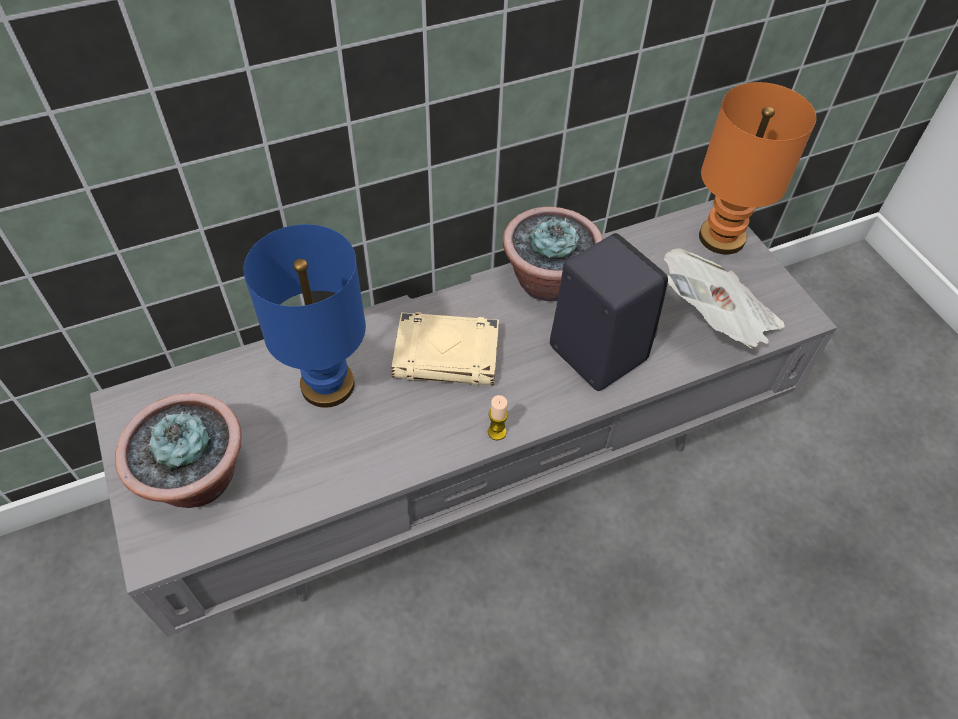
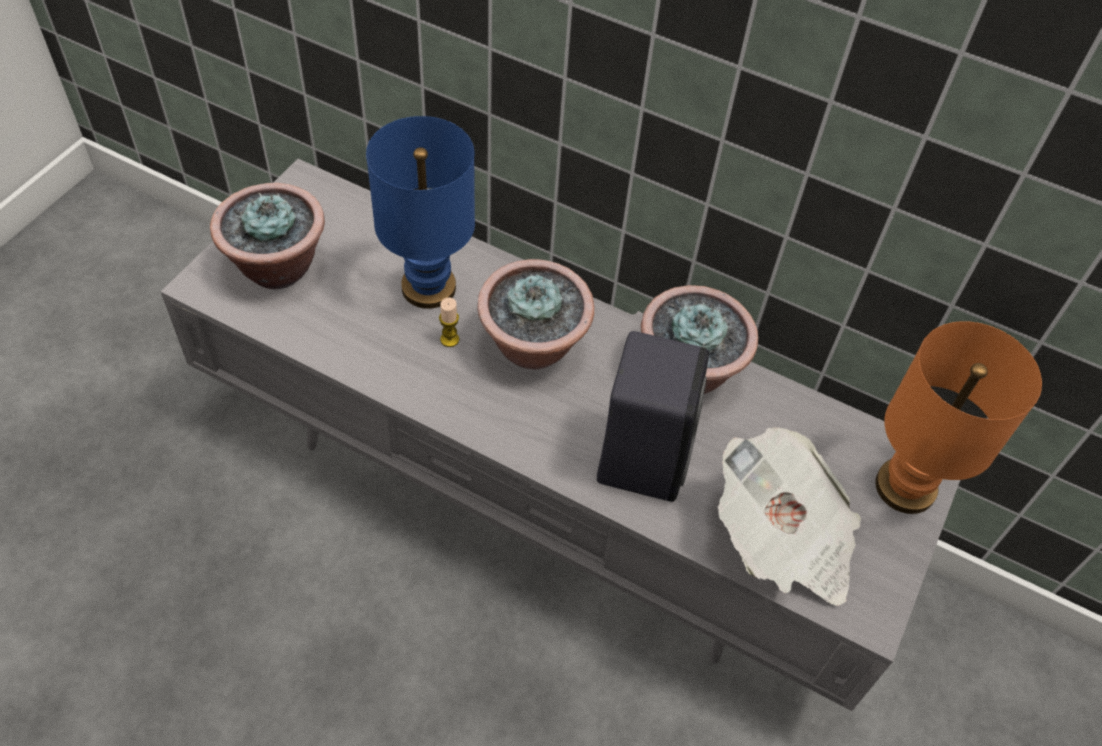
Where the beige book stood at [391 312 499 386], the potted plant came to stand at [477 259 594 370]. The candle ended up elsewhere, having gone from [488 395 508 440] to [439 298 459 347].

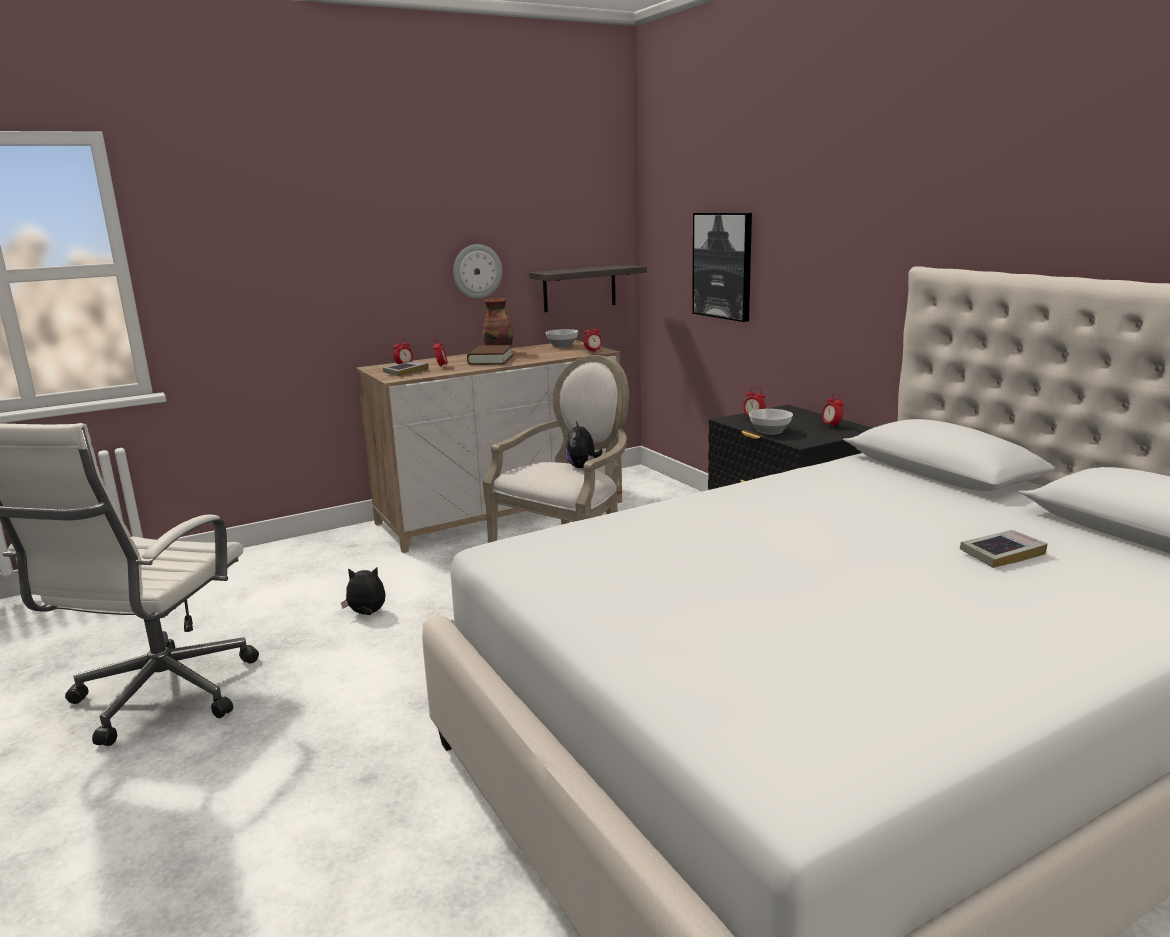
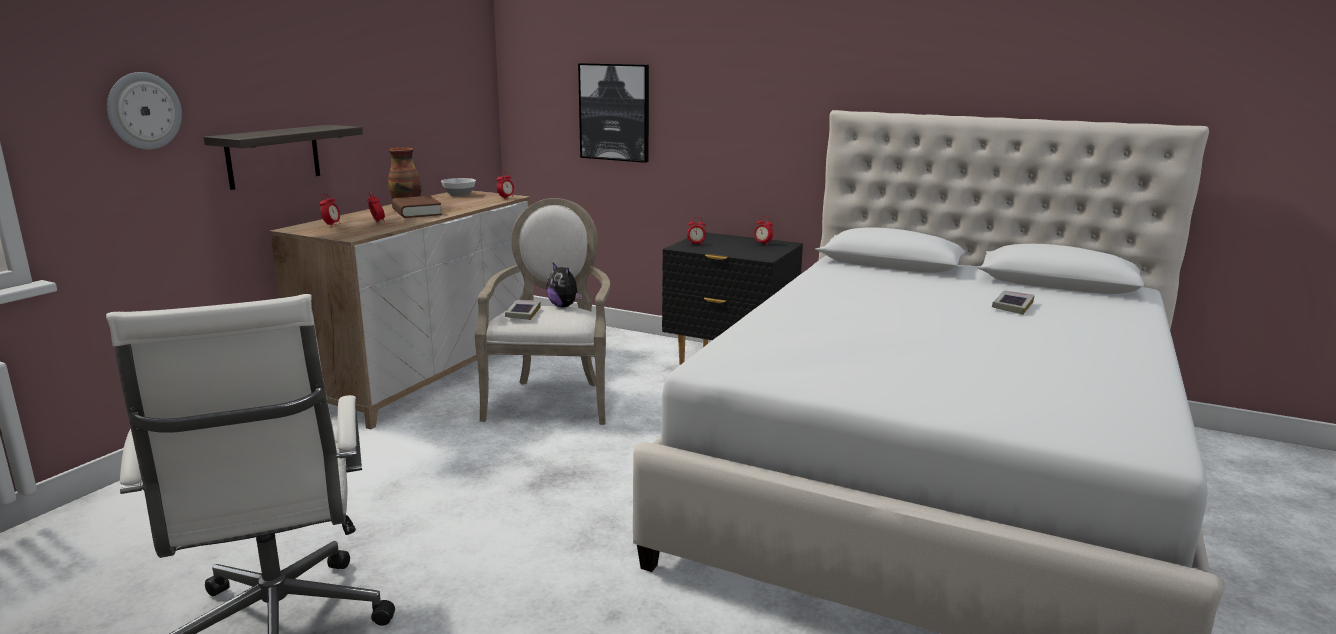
The second view lost the plush toy at [341 567 386 615]. The book ended up elsewhere, having gone from [383 361 429 377] to [505 300 541 320]. The wall clock ended up elsewhere, having gone from [453 244 502 298] to [107 72 182 150]. The shelf ended up elsewhere, having gone from [529 265 647 312] to [204 125 363 190]. The second view lost the bowl at [749 409 793 435].

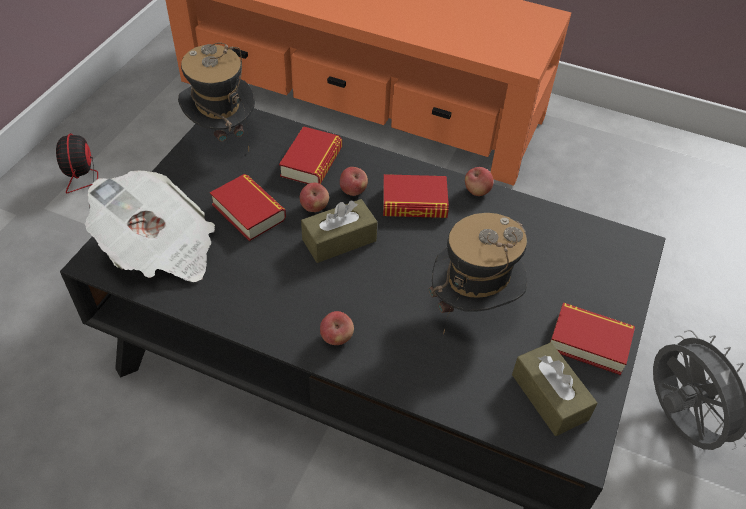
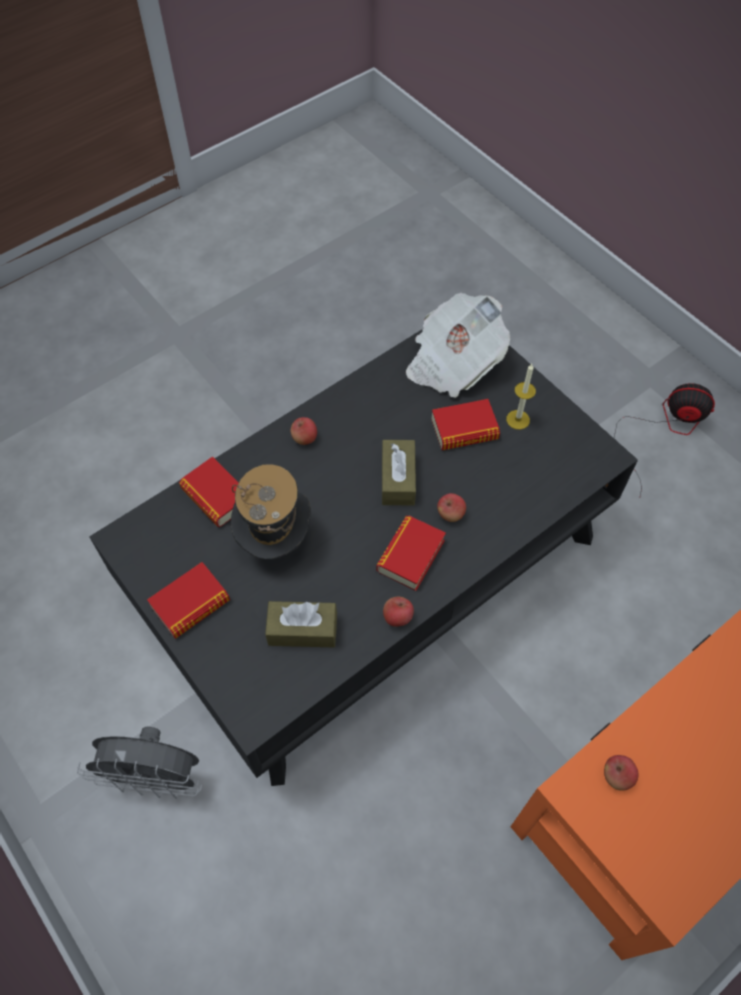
The second view lost the hat at [178 43 255 151]. The book ended up elsewhere, having gone from [279 126 342 184] to [179 456 238 527]. The apple ended up elsewhere, having gone from [300 183 329 212] to [604 755 638 791]. The brown tissue box ended up elsewhere, having gone from [512 342 597 436] to [265 601 337 647]. The second view gained the candle at [506 364 536 430].

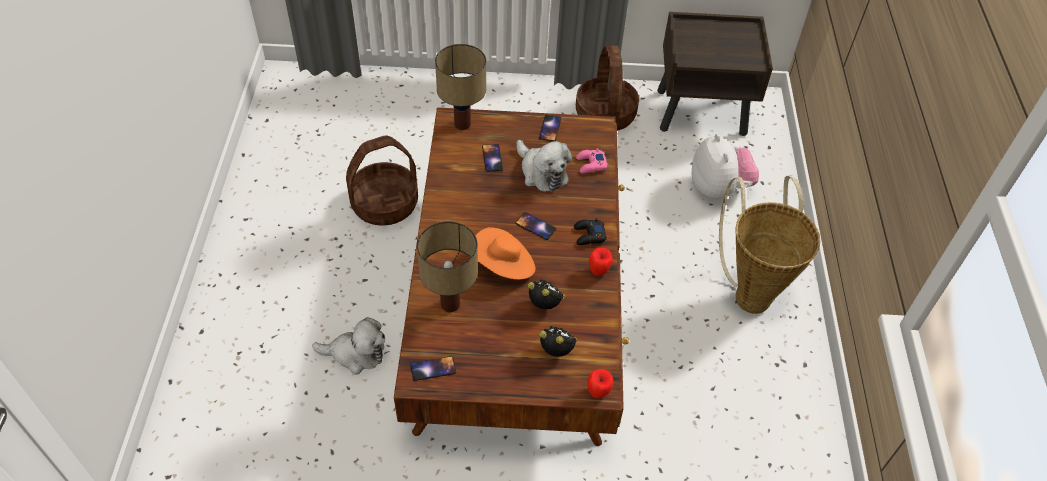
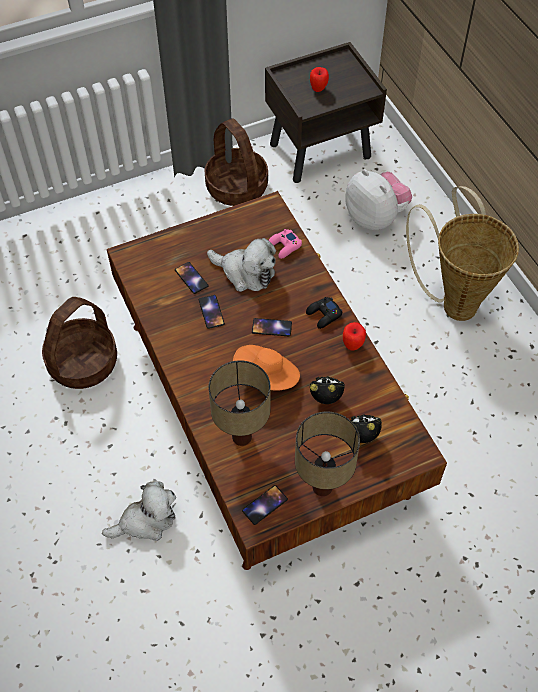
The table lamp ended up elsewhere, having gone from [435 44 486 130] to [295 412 360 496]. The phone ended up elsewhere, having gone from [539 115 561 142] to [198 295 225 329]. The apple ended up elsewhere, having gone from [587 369 614 399] to [310 67 329 92].

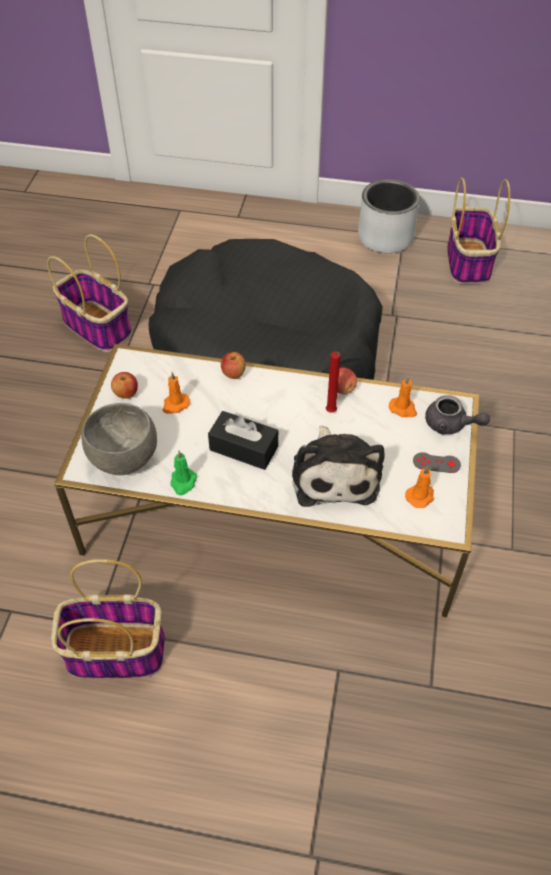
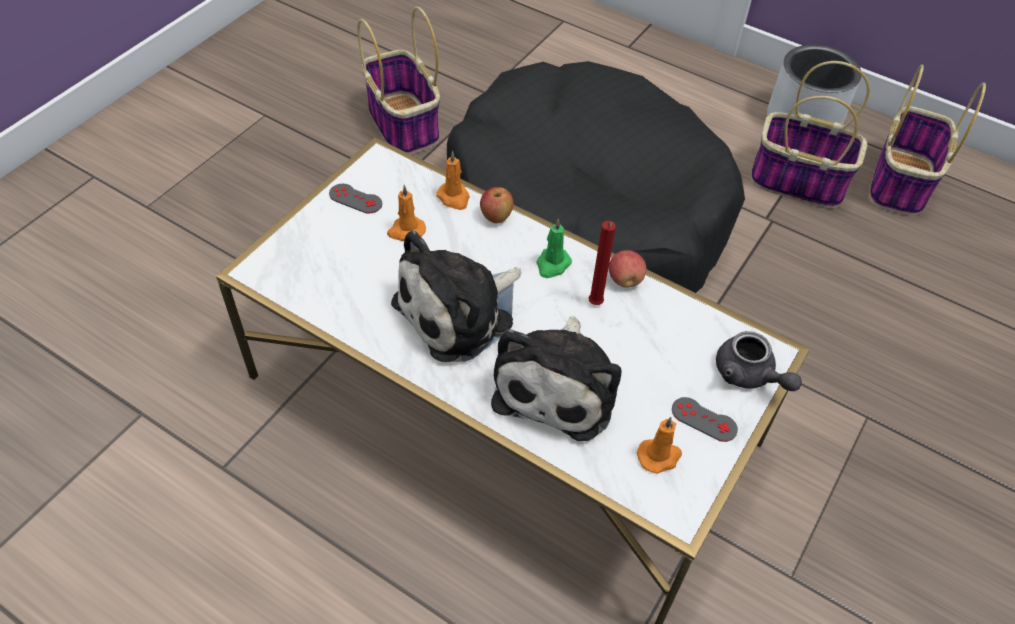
The basket ended up elsewhere, having gone from [51 559 165 679] to [751 61 870 208]. The second view lost the grey bowl at [81 403 157 475]. Where the apple stood at [111 372 138 399], the grey game controller came to stand at [329 184 382 213]. The green candle ended up elsewhere, having gone from [170 451 197 495] to [536 219 572 278]. Where the black tissue box stood at [208 411 278 470], the plush toy came to stand at [391 230 521 362]. The orange candle ended up elsewhere, having gone from [389 376 417 417] to [436 151 470 210].

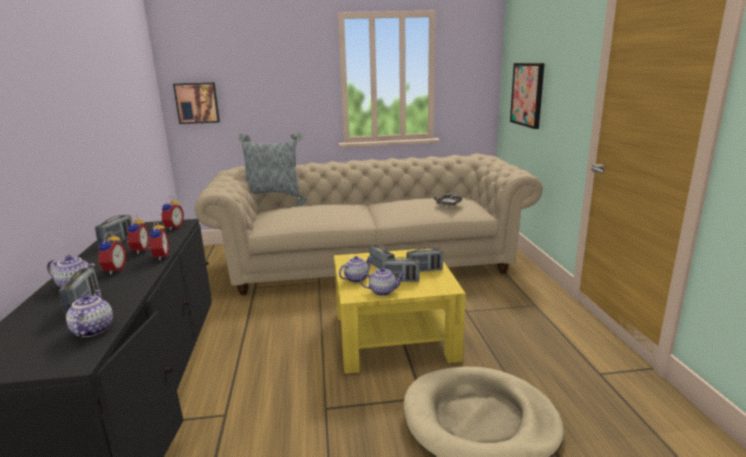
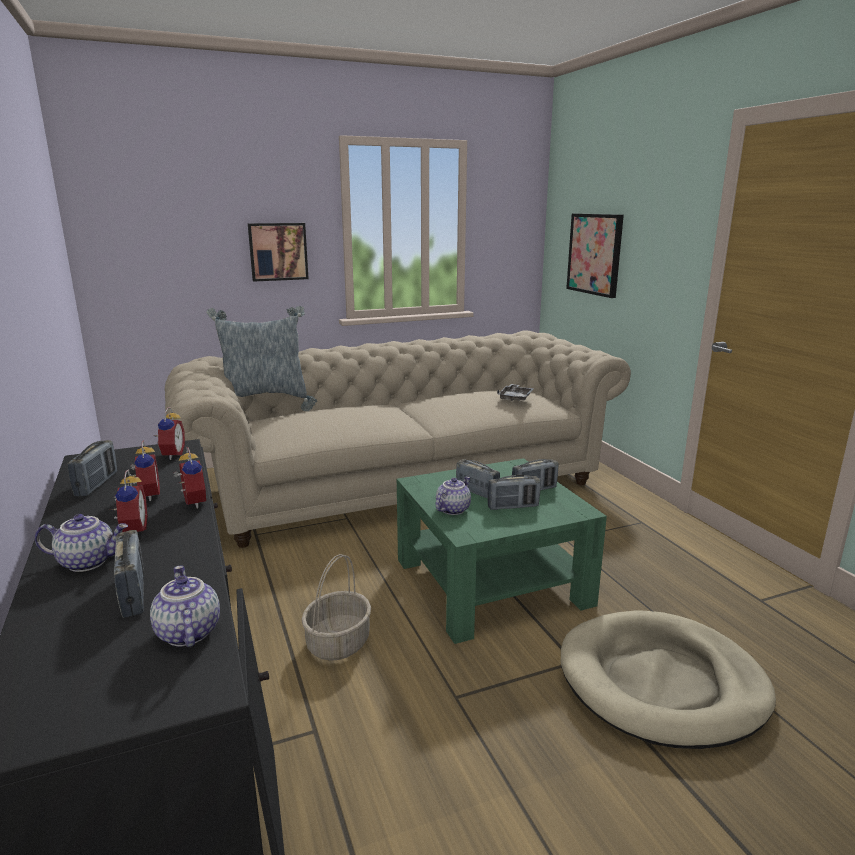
The picture ended up elsewhere, having gone from [173 82 220 124] to [248 223 309 281]. What was the yellow coffee table at [334 249 466 374] turned into the green coffee table at [397 458 607 644]. The second view lost the teapot at [360 267 405 296]. The second view gained the basket at [301 554 371 661].

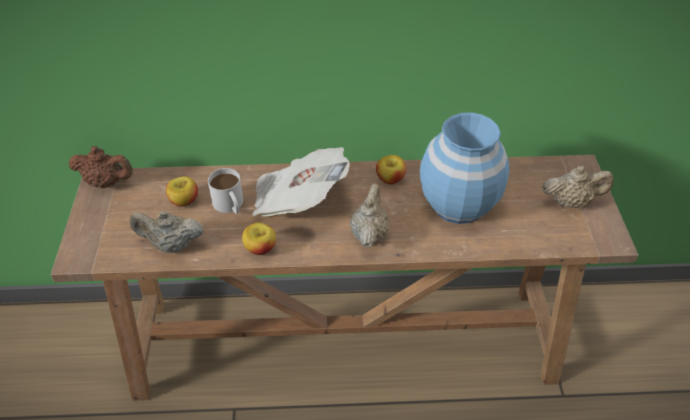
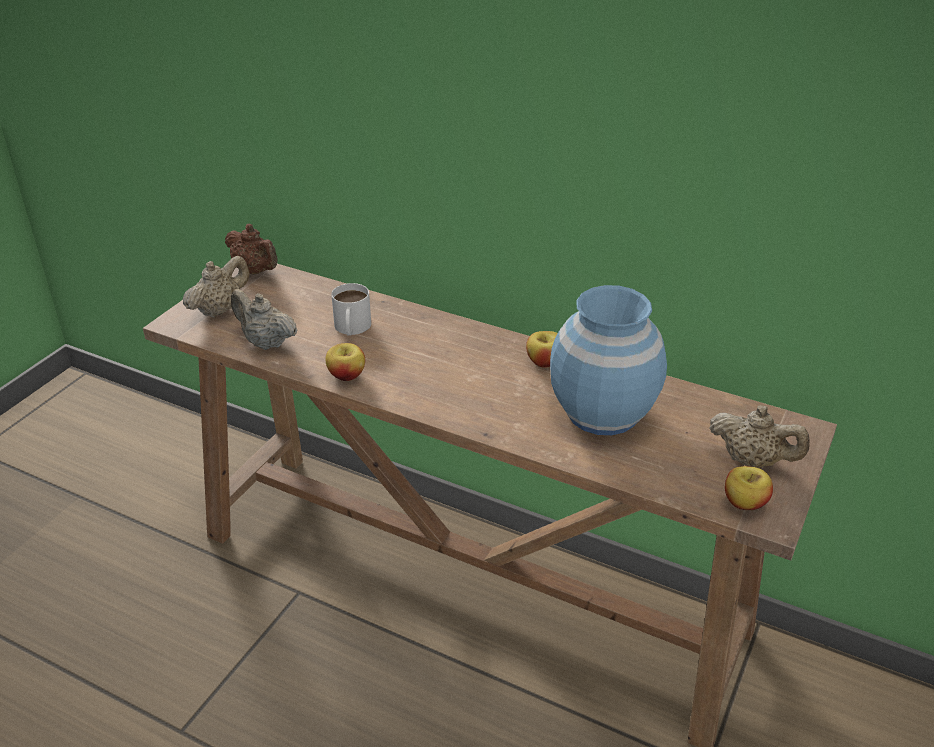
The apple ended up elsewhere, having gone from [166 176 198 206] to [725 466 773 510]. The second view lost the newspaper at [253 147 350 216]. The beige teapot ended up elsewhere, having gone from [350 183 389 248] to [183 256 249 318].

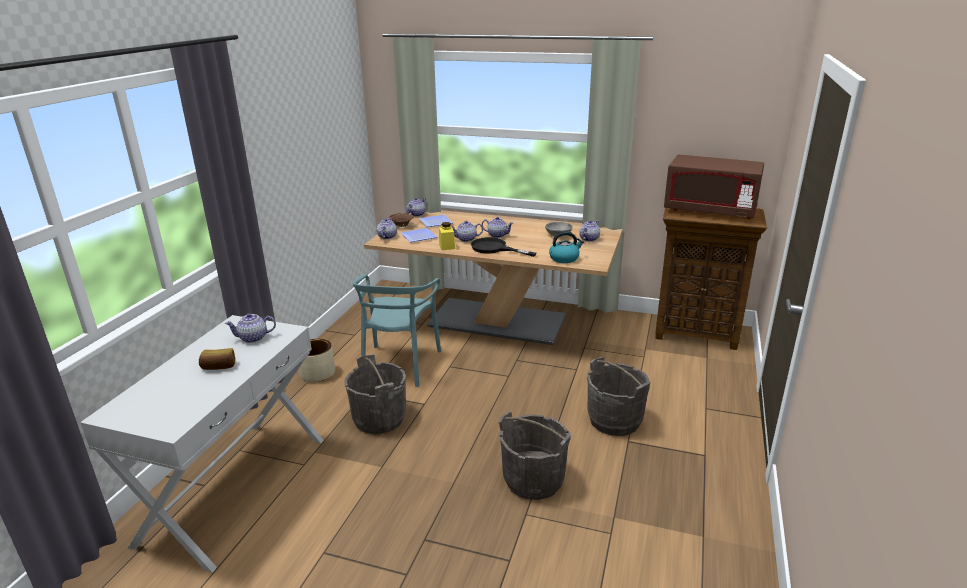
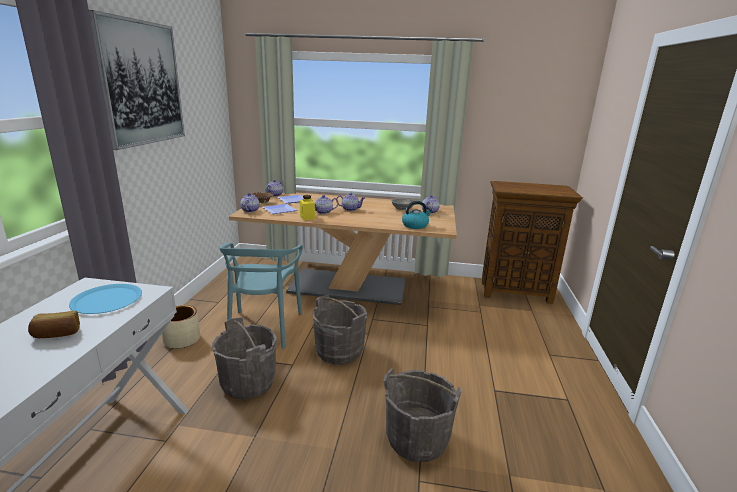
Where the teapot stood at [225 313 276 343], the blue plate came to stand at [69 284 142 314]. The second view lost the black frying pan at [471 237 536 257]. The grey bucket ended up elsewhere, having gone from [587 357 650 436] to [312 295 367 365]. The second view lost the brown microwave at [664 154 764 219]. The second view gained the picture at [89 10 185 150].

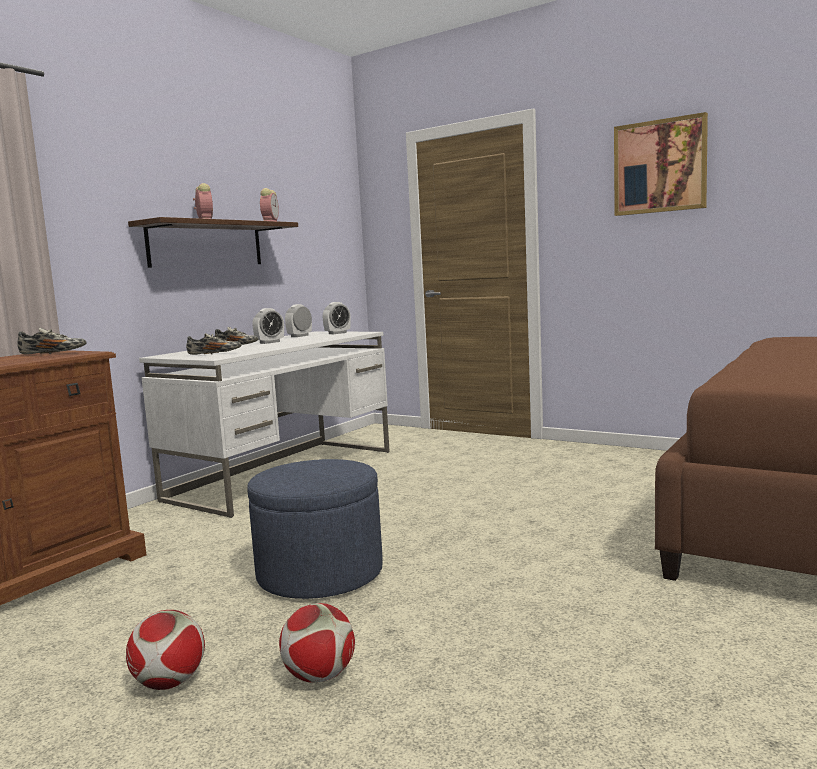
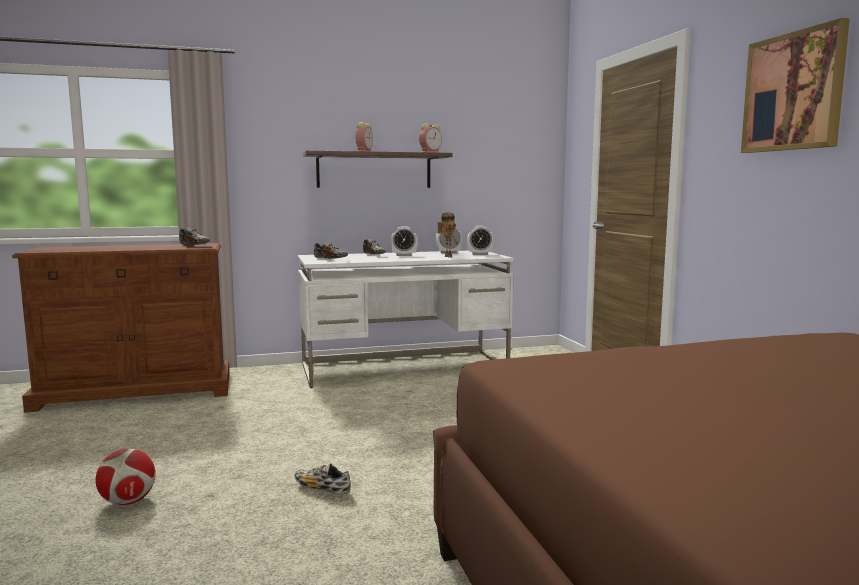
The second view lost the football at [126 610 205 690]. The second view lost the blue ottoman at [247 459 383 599]. The second view gained the shoe at [294 464 351 495]. The second view gained the toy robot at [437 212 458 258].

